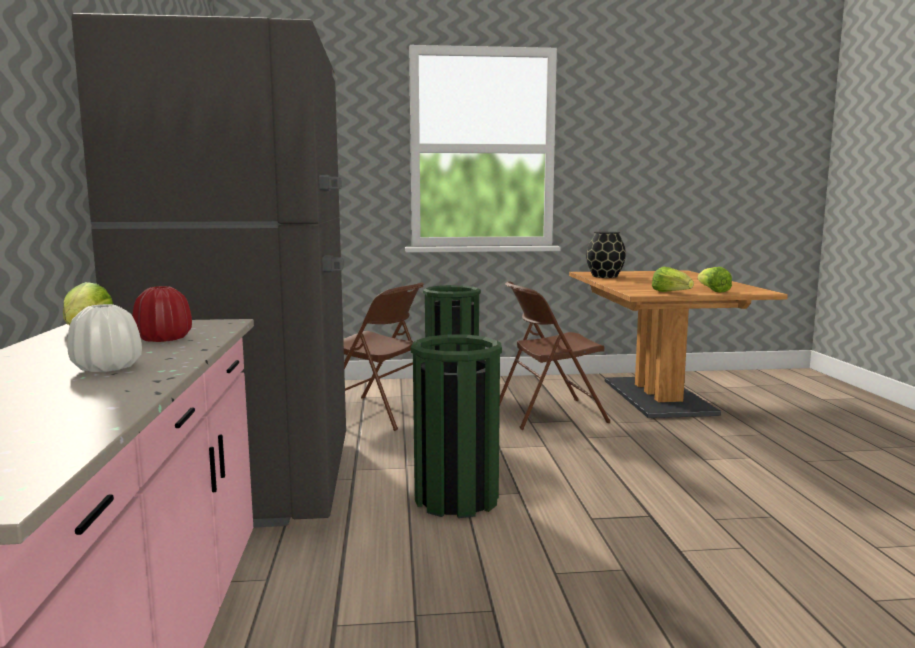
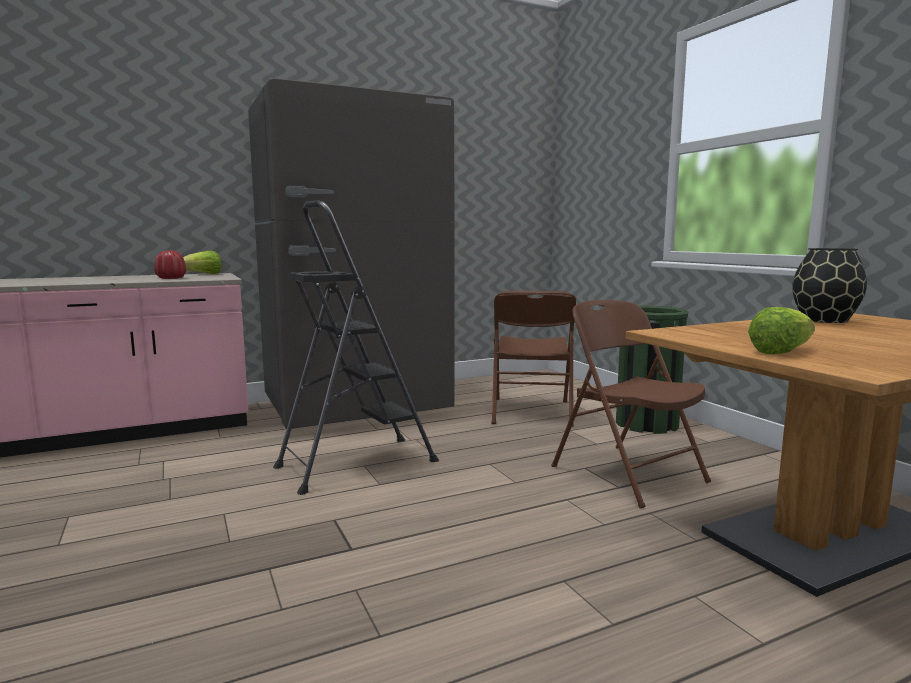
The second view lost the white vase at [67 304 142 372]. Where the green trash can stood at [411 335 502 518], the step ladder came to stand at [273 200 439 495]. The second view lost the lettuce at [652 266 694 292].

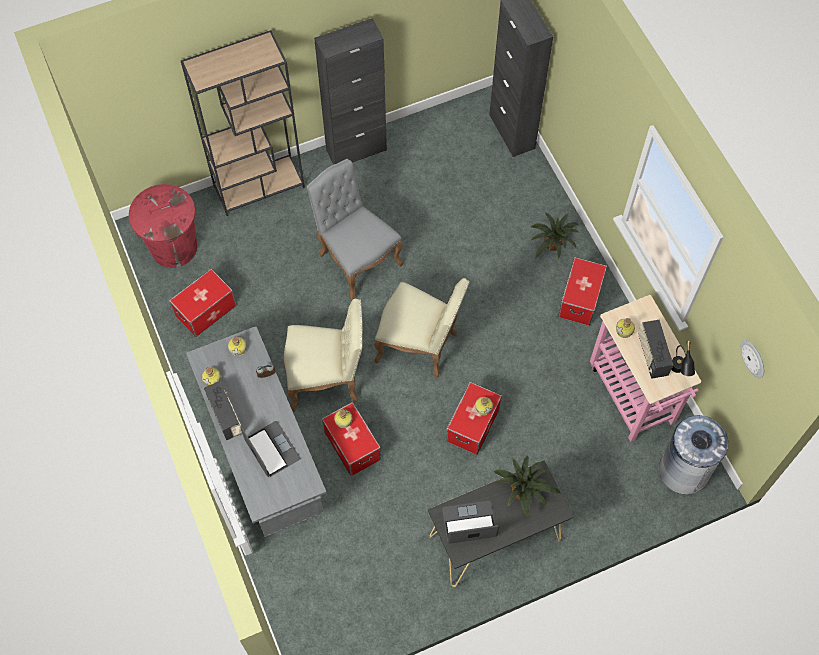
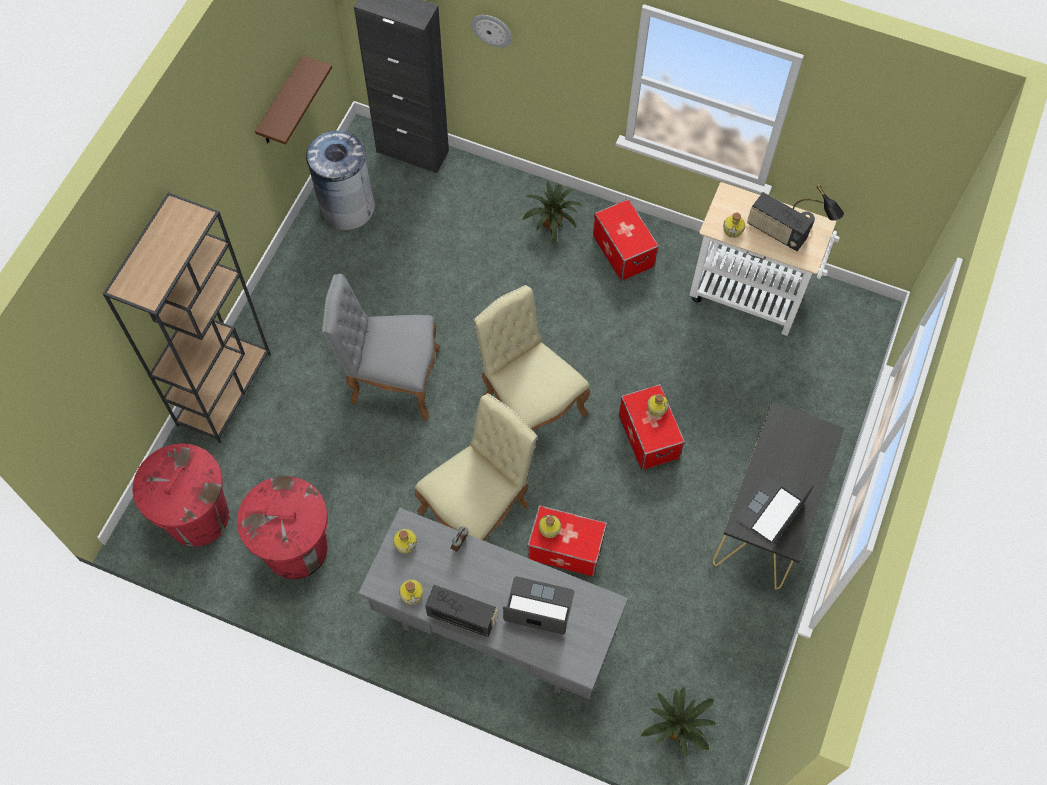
Where the storage box stood at [169 269 236 337], the red trash can came to stand at [237 476 328 579]. The second view lost the black cabinet at [314 18 387 165]. The beige chair at [374 278 470 377] ended up facing another way, 105 degrees counterclockwise from before. The potted plant ended up elsewhere, having gone from [494 456 561 517] to [641 687 717 758]. What was the pink cart at [590 295 701 442] turned into the white cart at [690 182 840 336]. The grey trash can ended up elsewhere, having gone from [659 415 728 494] to [306 131 375 230]. The wall clock ended up elsewhere, having gone from [740 340 764 378] to [471 15 512 47]. The second view gained the brown shelf at [255 55 332 145].

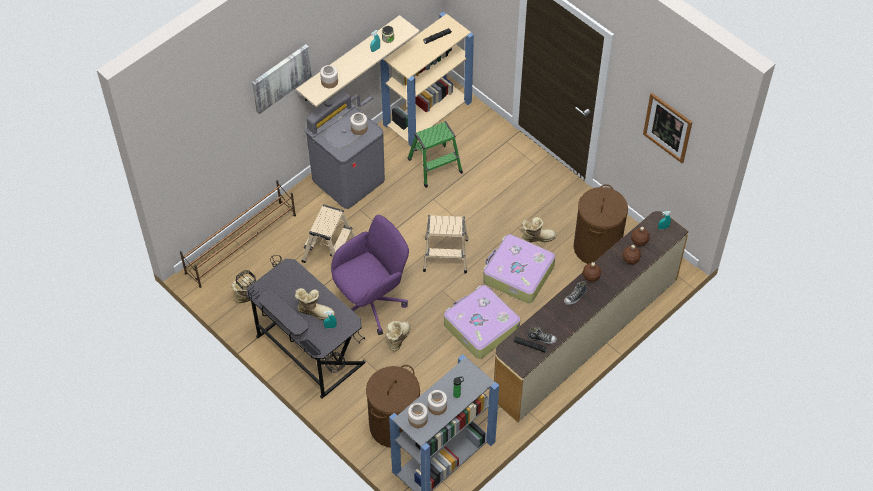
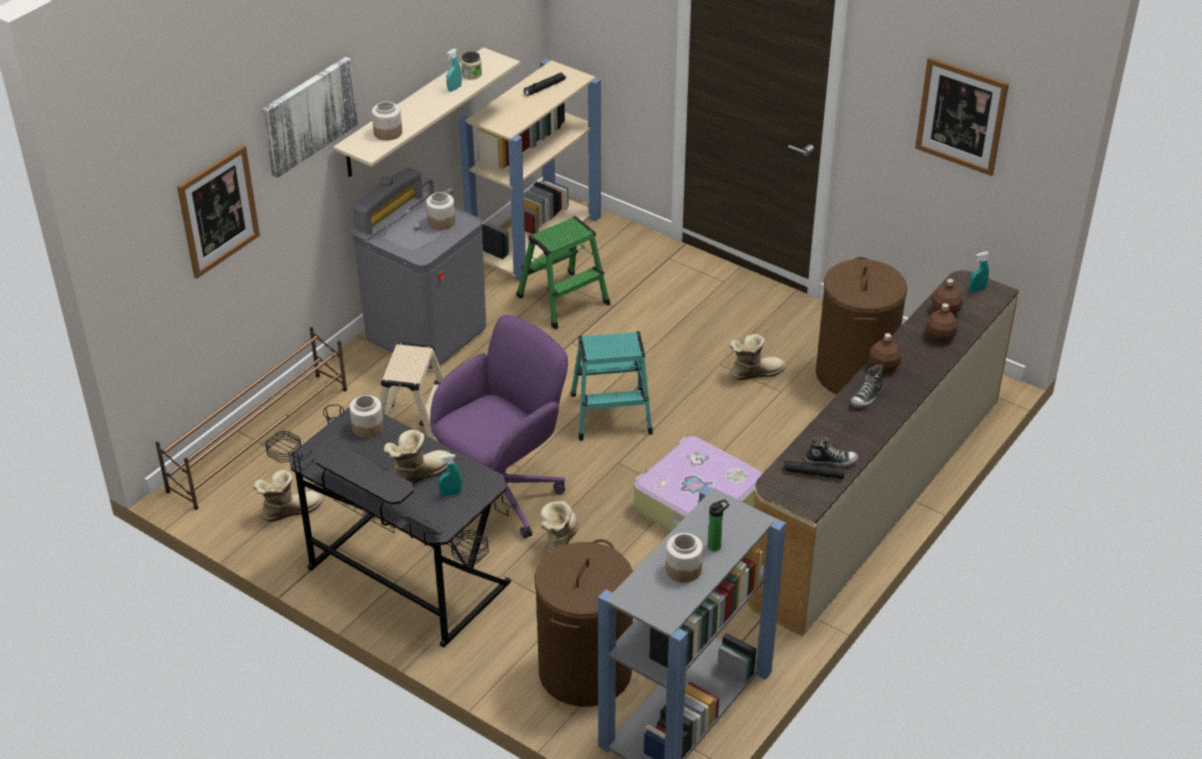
The boot at [295 288 335 320] ended up facing another way, 45 degrees counterclockwise from before. The jar ended up elsewhere, having gone from [408 403 428 428] to [350 395 384 438]. What was the beige step ladder at [423 215 468 274] turned into the turquoise step ladder at [571 331 653 441]. The second view lost the suitcase at [483 234 555 304]. The second view gained the picture at [177 145 260 279].

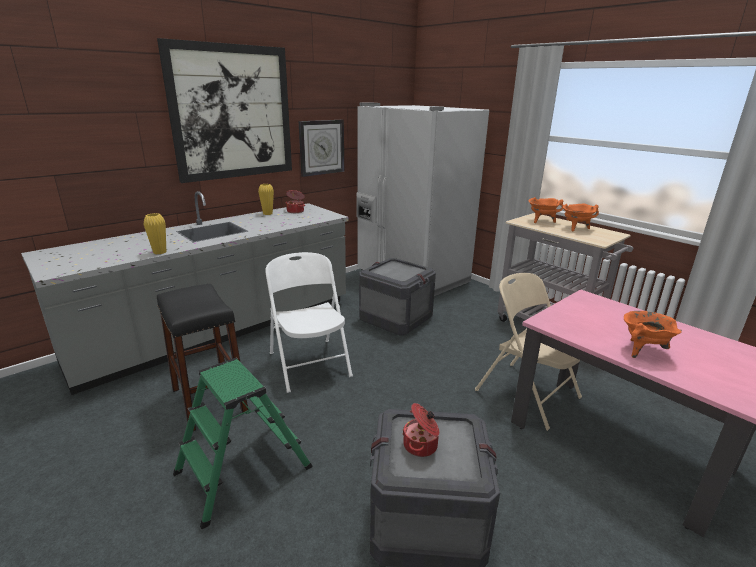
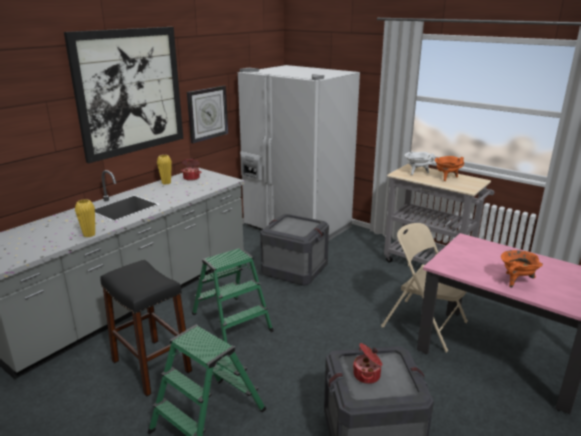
Where the white chair stood at [265 252 353 393], the green step ladder came to stand at [192 247 274 343]. What was the orange cooking pot at [529 197 563 223] turned into the white cooking pot at [405 152 435 175].

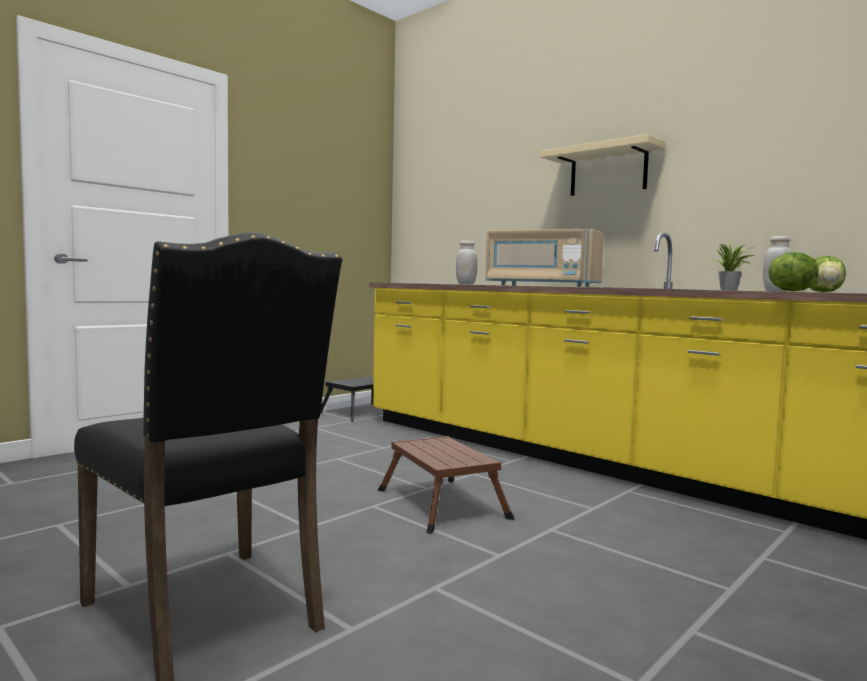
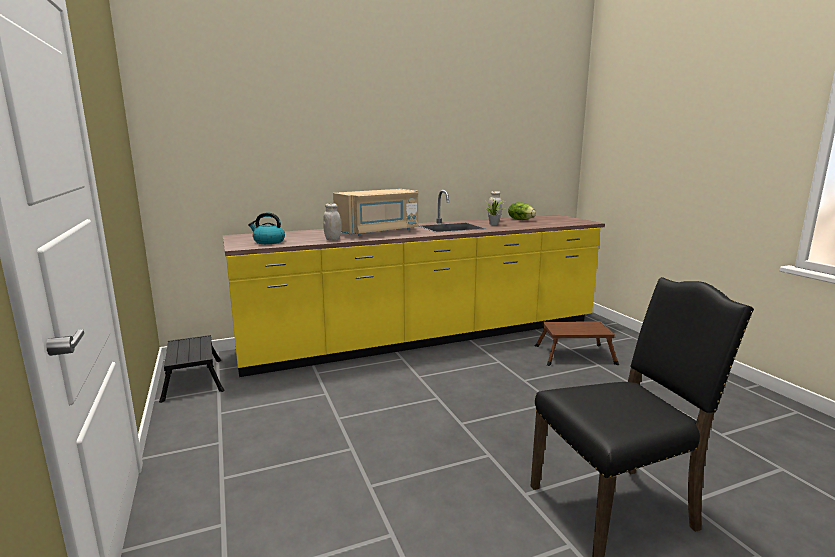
The brown step ladder ended up elsewhere, having gone from [377 436 514 534] to [535 321 619 366]. The second view lost the beige shelf at [540 134 665 196]. The second view lost the lettuce at [768 252 819 291]. The second view gained the kettle at [248 212 285 244].

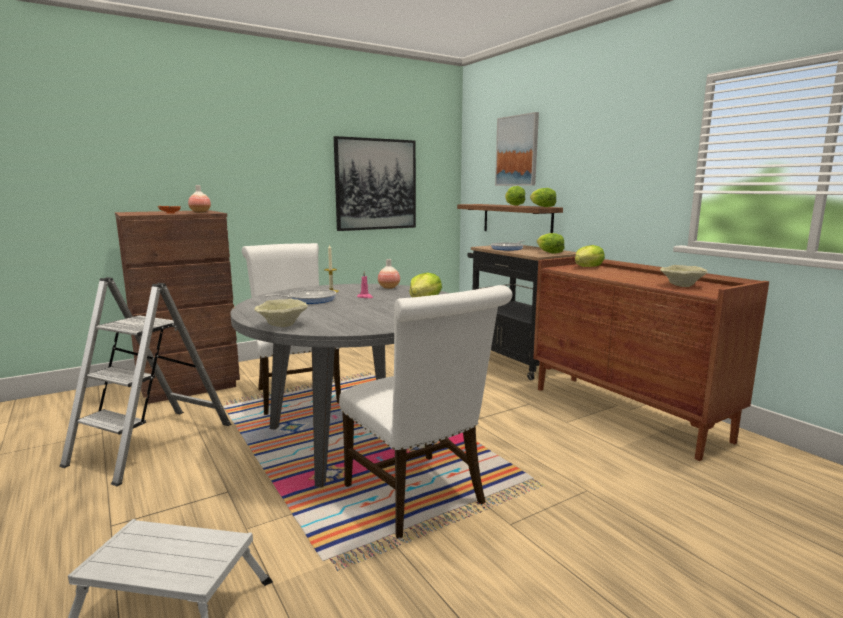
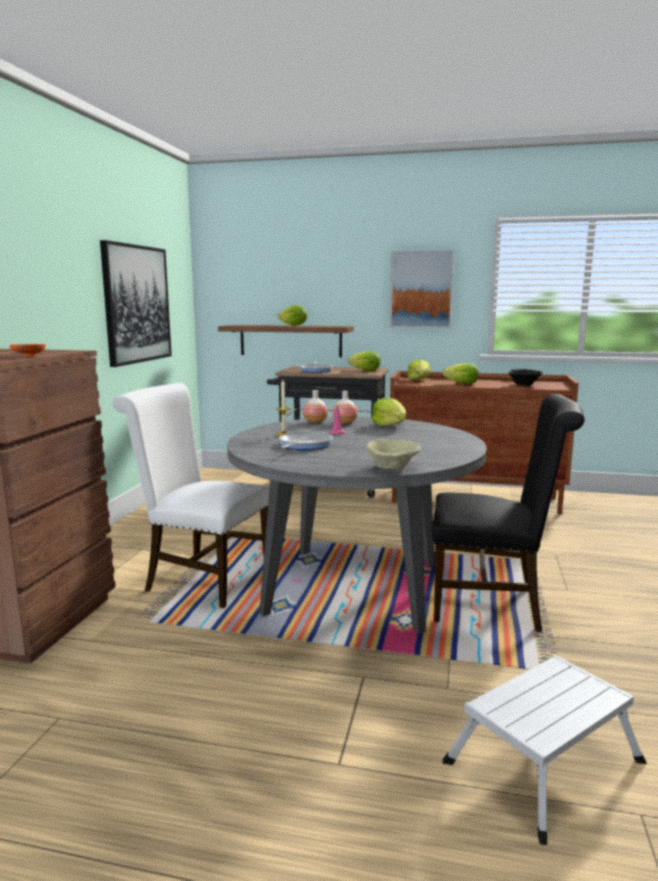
The second view lost the grey step ladder at [59 277 231 486]. The vase ended up elsewhere, having gone from [188 185 211 213] to [332 391 358 424]. What was the white chair at [339 285 512 539] turned into the black chair at [432 394 585 632]. The picture ended up elsewhere, having gone from [495 112 539 186] to [390 250 454 328]. The lettuce ended up elsewhere, having gone from [530 188 556 207] to [443 363 479 384]. What was the beige bowl at [660 265 708 287] turned into the black bowl at [509 369 543 386].

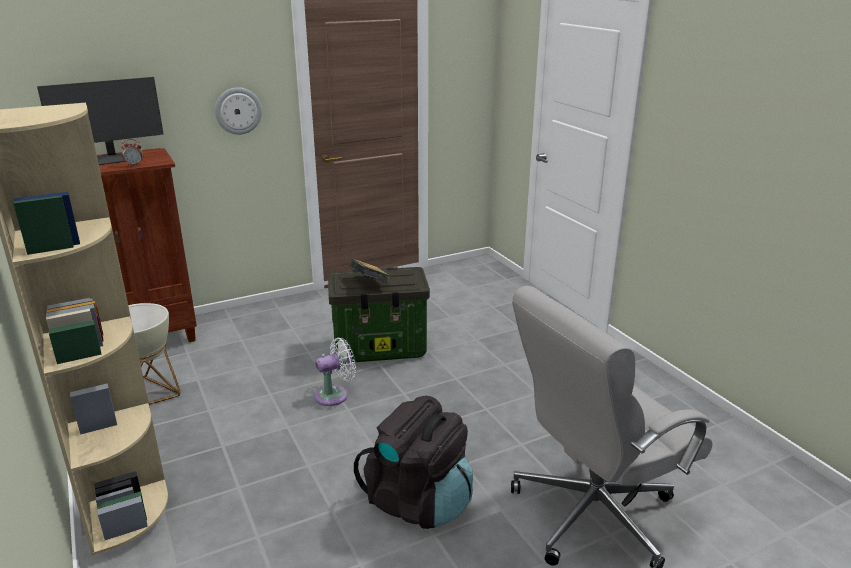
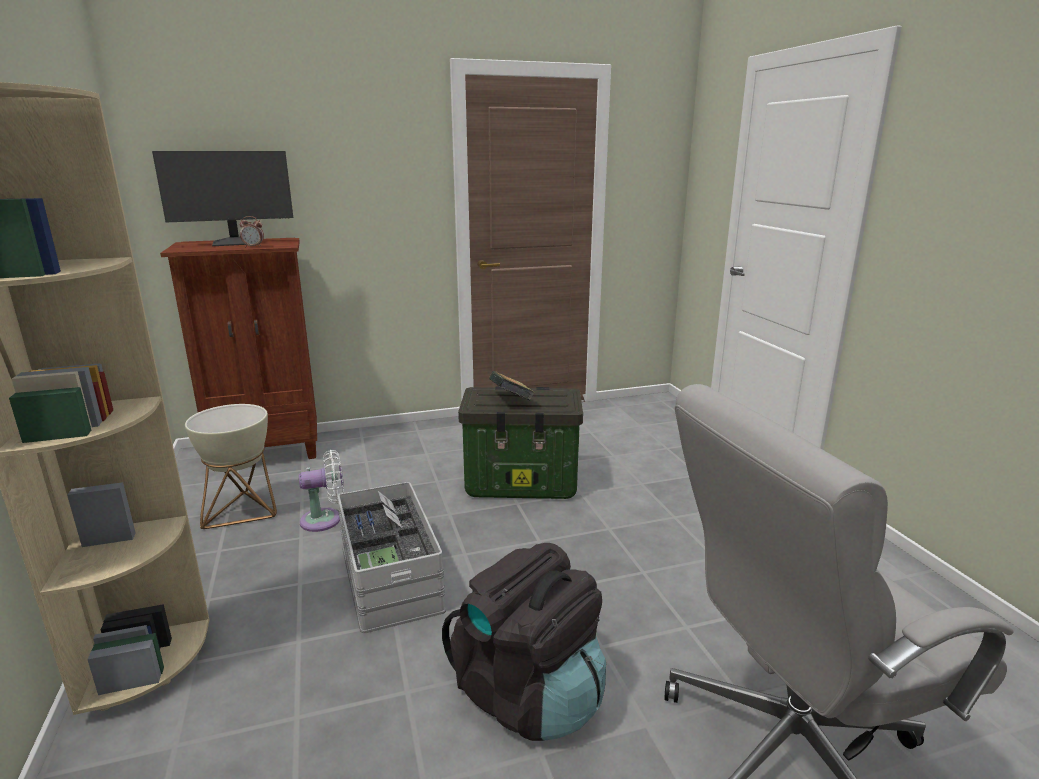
The second view lost the wall clock at [215 87 262 135]. The white fan ended up elsewhere, having gone from [315 338 356 406] to [299 450 344 532]. The second view gained the grey storage box at [337 482 446 633].

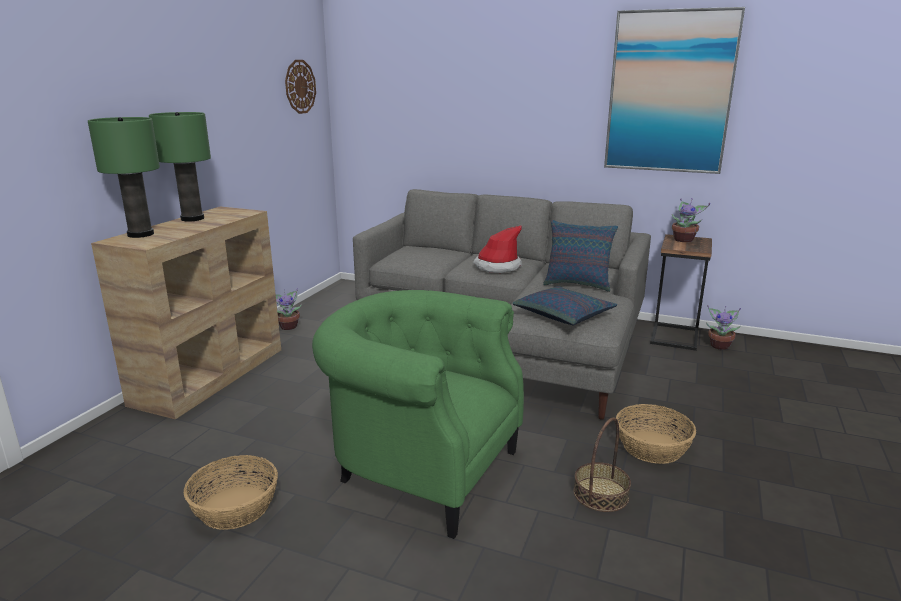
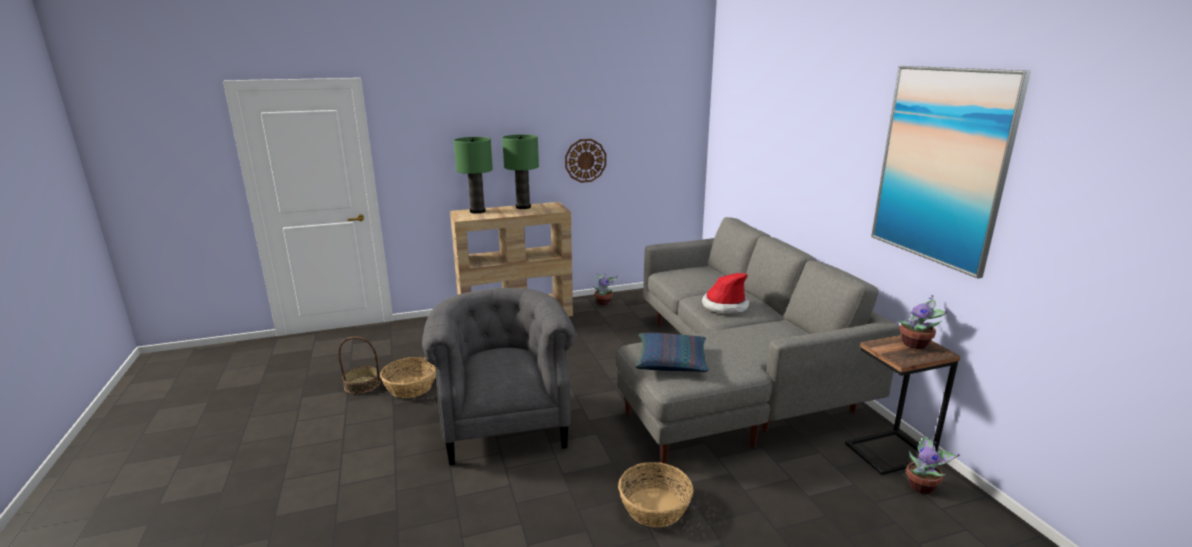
The wall clock ended up elsewhere, having gone from [285 60 316 114] to [565 139 606 183]. What was the green armchair at [312 290 524 539] turned into the grey armchair at [422 288 575 465]. The second view lost the blue pillow at [543 220 618 292]. The basket ended up elsewhere, having gone from [573 417 631 512] to [338 337 380 394].

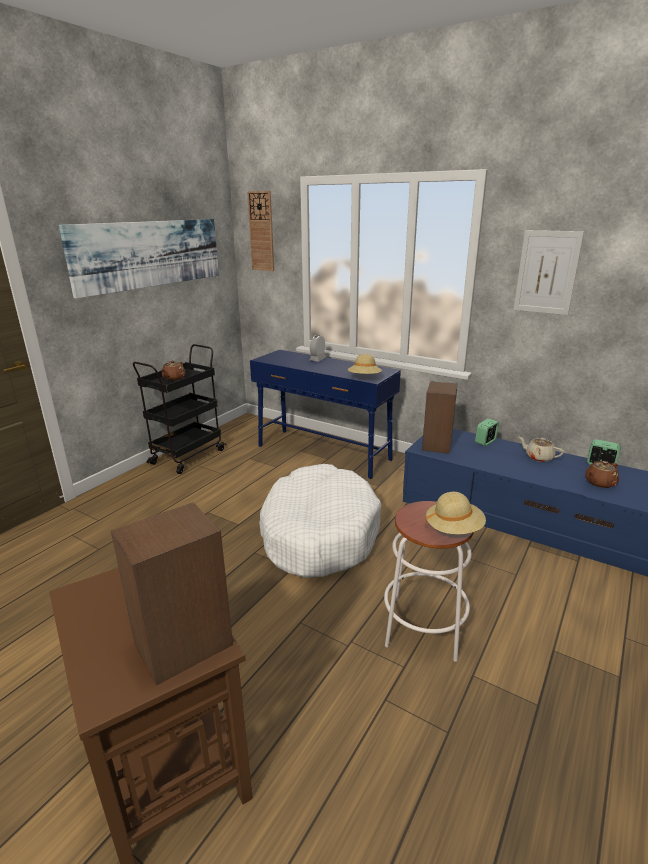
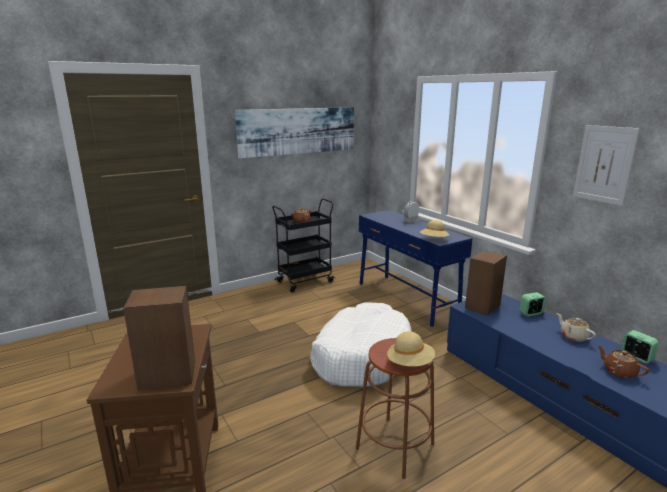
The second view lost the wall clock at [247 191 274 271]. What was the white stool at [384 501 474 662] turned into the brown stool at [356 338 434 479]. The brown teapot at [585 461 619 488] ended up facing another way, 60 degrees clockwise from before.

